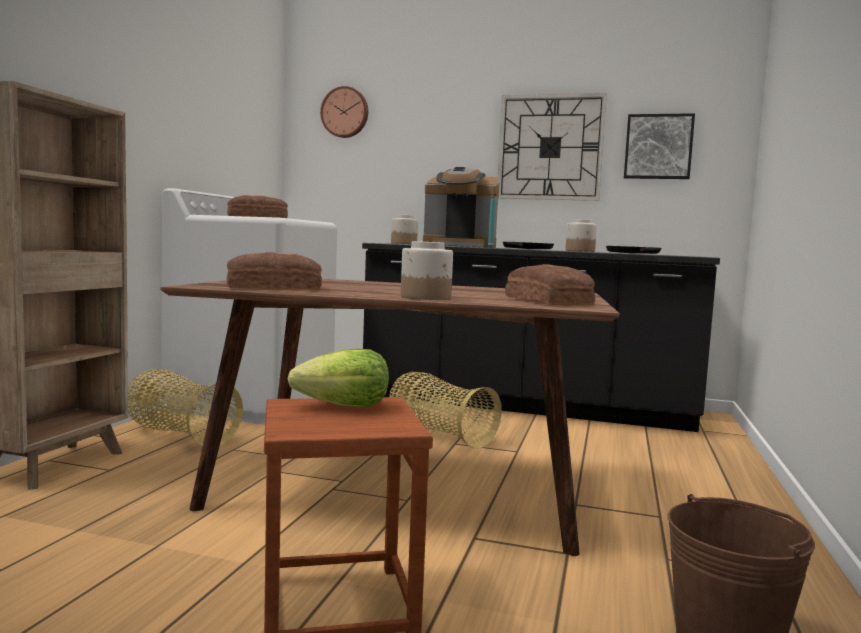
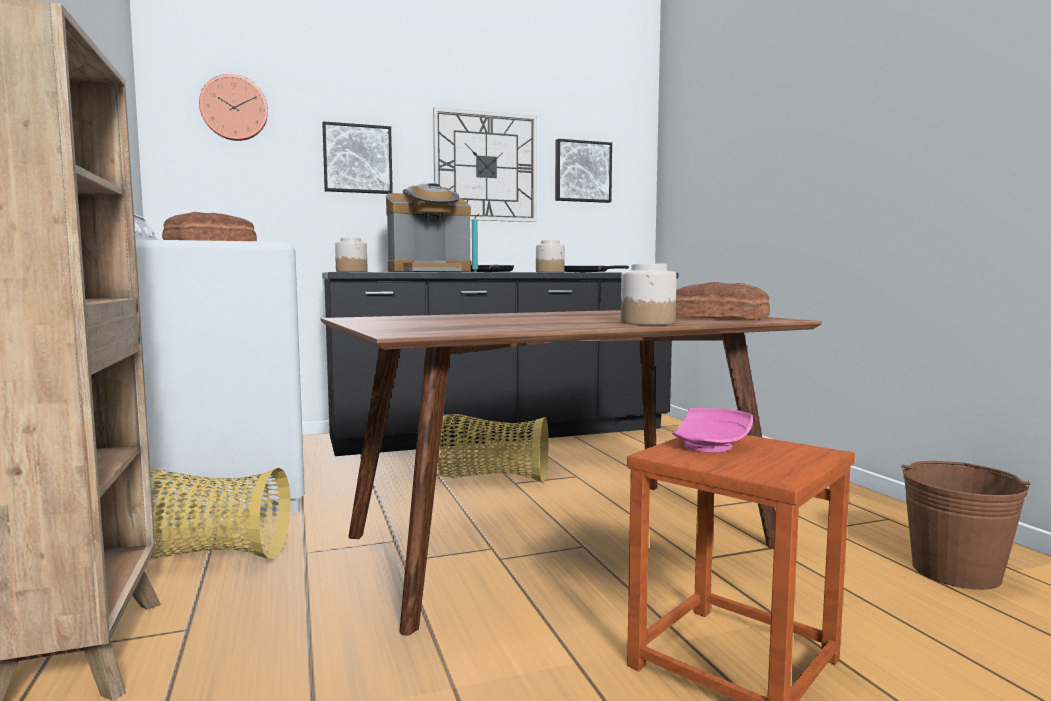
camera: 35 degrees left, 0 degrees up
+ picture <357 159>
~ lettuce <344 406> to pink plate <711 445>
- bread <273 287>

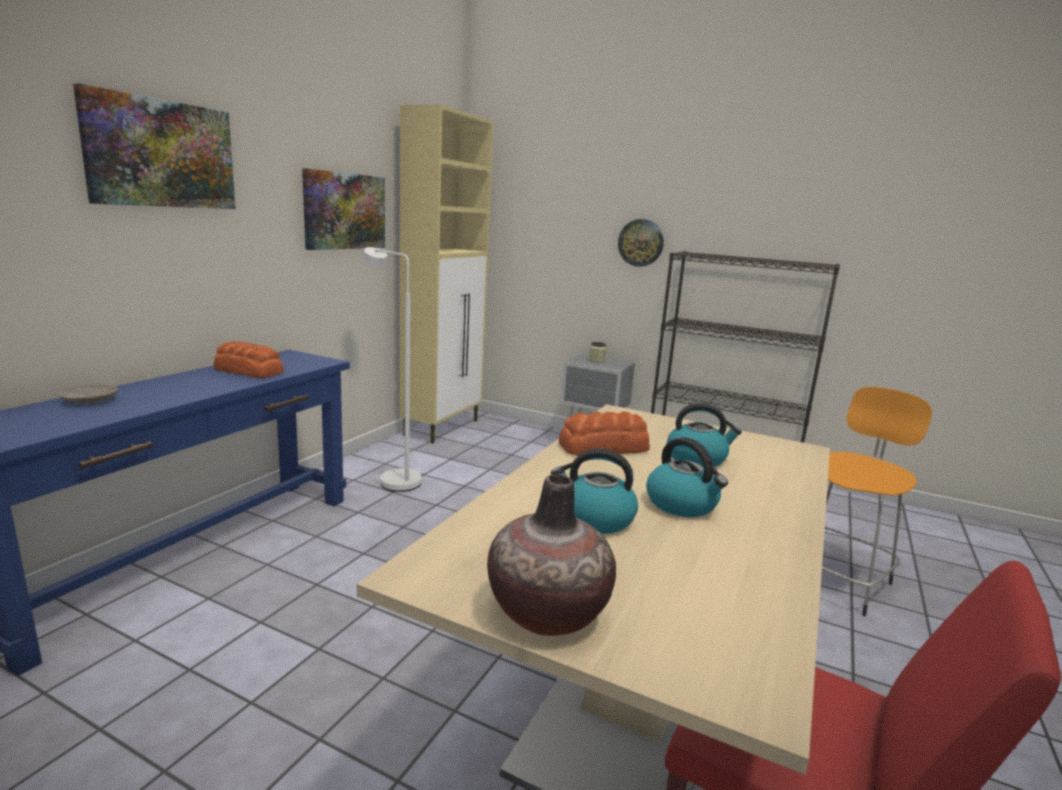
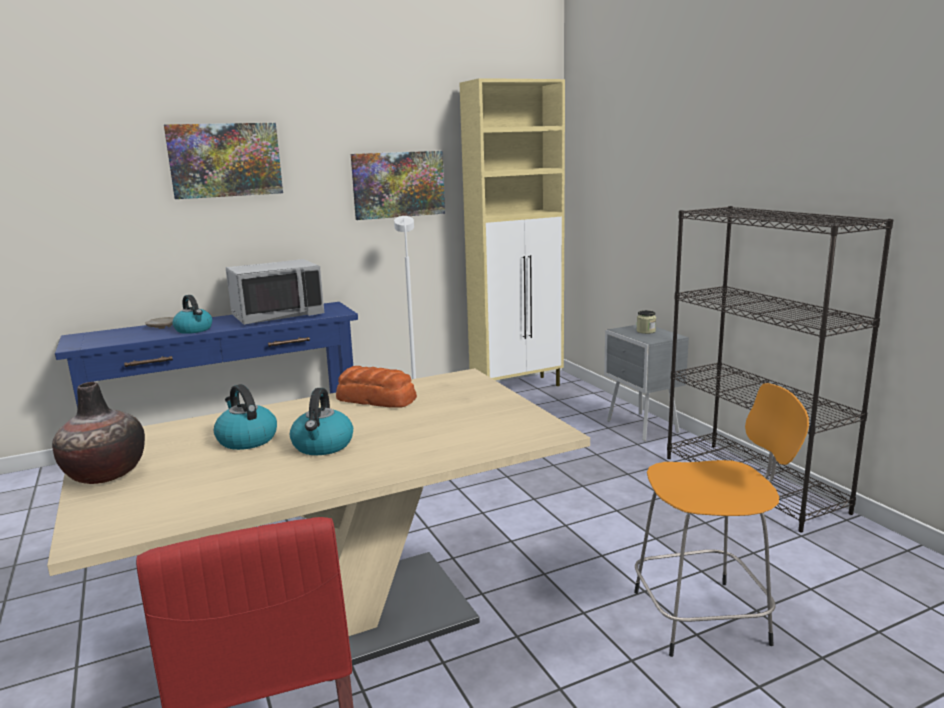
camera: 40 degrees right, 0 degrees up
~ kettle <697 459> to <194 330>
~ bread <248 371> to grey microwave <277 315>
- wall clock <640 243>

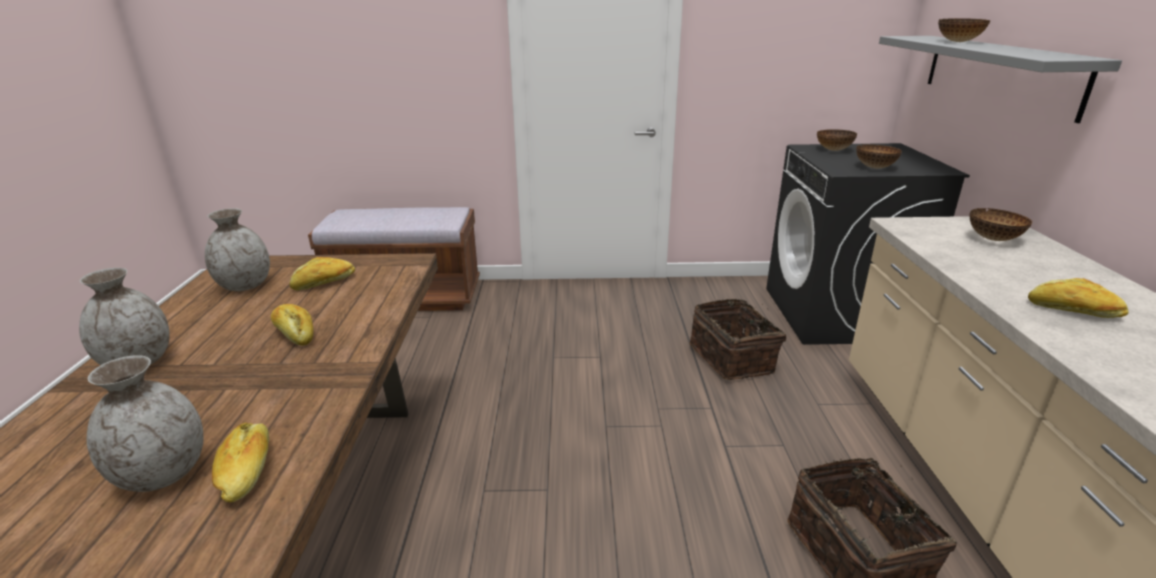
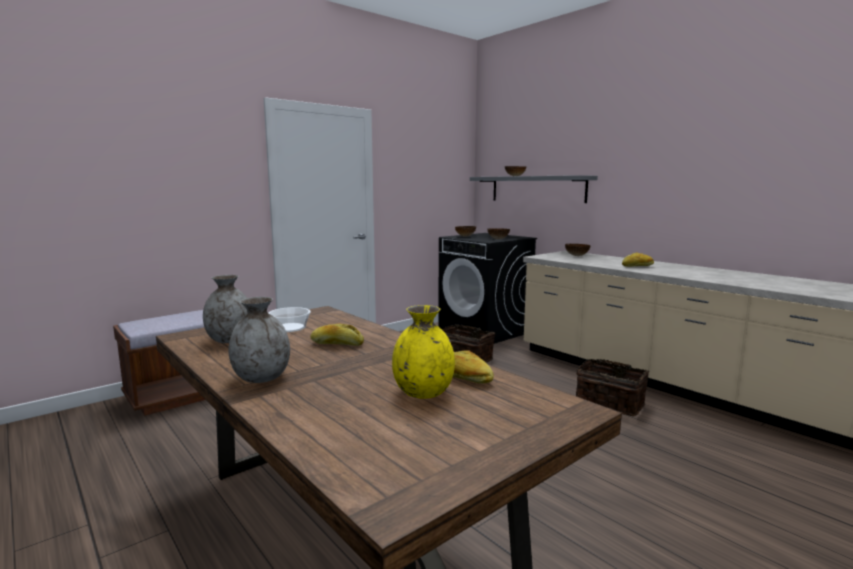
camera: 40 degrees left, 15 degrees down
~ bread <324 283> to bowl <289 327>
~ grey vase <162 474> to yellow vase <422 393>

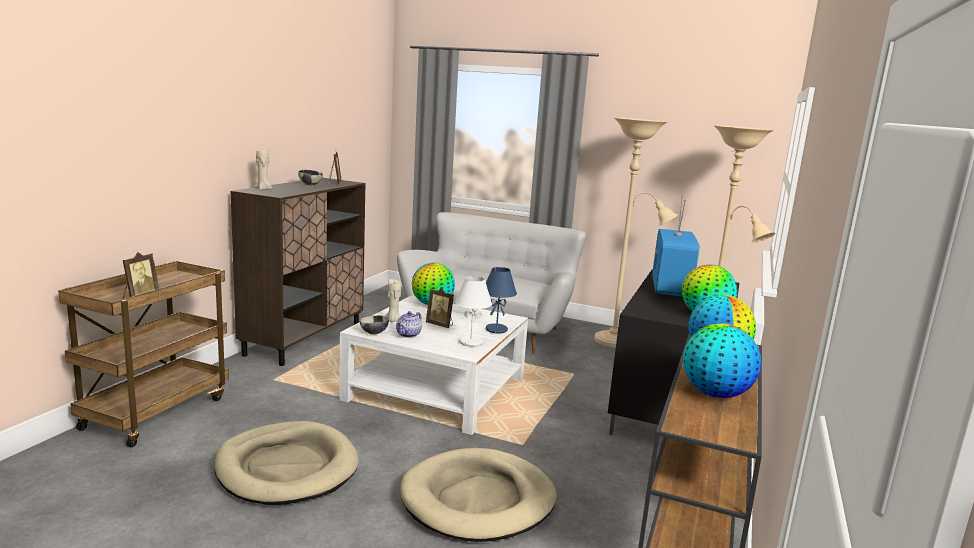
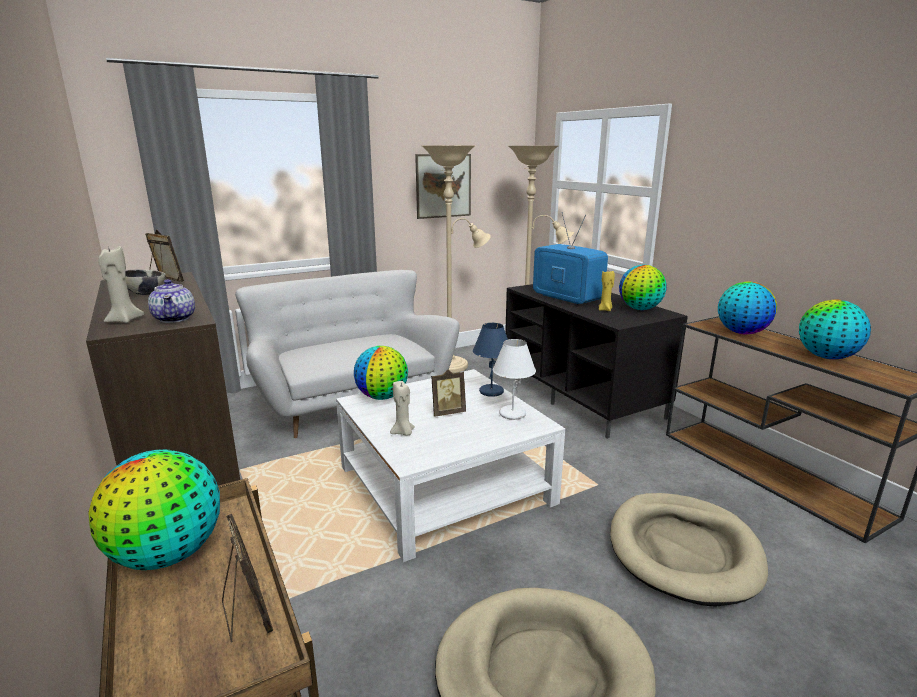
camera: 50 degrees left, 5 degrees up
+ globe <168 555>
~ teapot <409 334> to <175 318>
+ picture <443 186>
+ yellow candle <605 310>
- bowl <374 333>

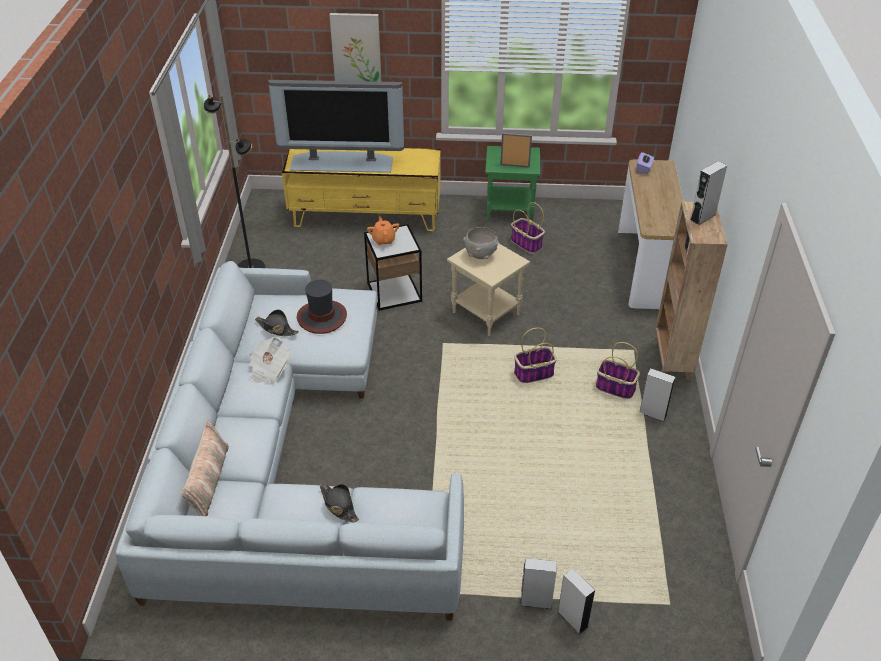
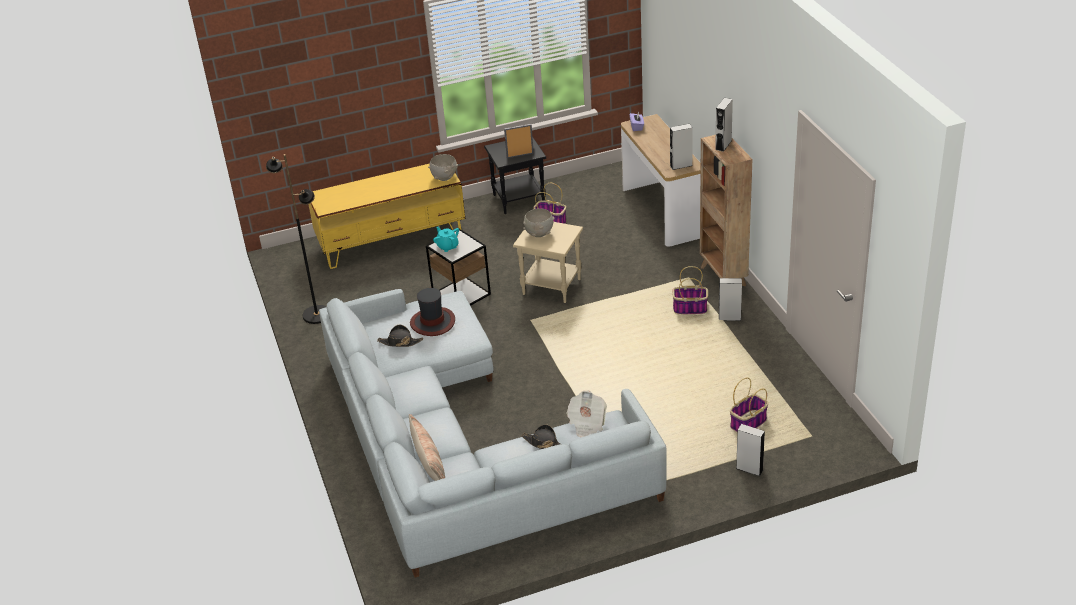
camera: 20 degrees left, 5 degrees down
+ grey bowl <444 178>
~ orange teapot <383 240> to turquoise teapot <447 246>
~ green side table <509 211> to black side table <518 200>
~ newspaper <268 370> to <586 423>
~ grey speaker <536 602> to <681 165>
~ basket <533 374> to <748 423>
- television <342 162>
- picture <356 47>

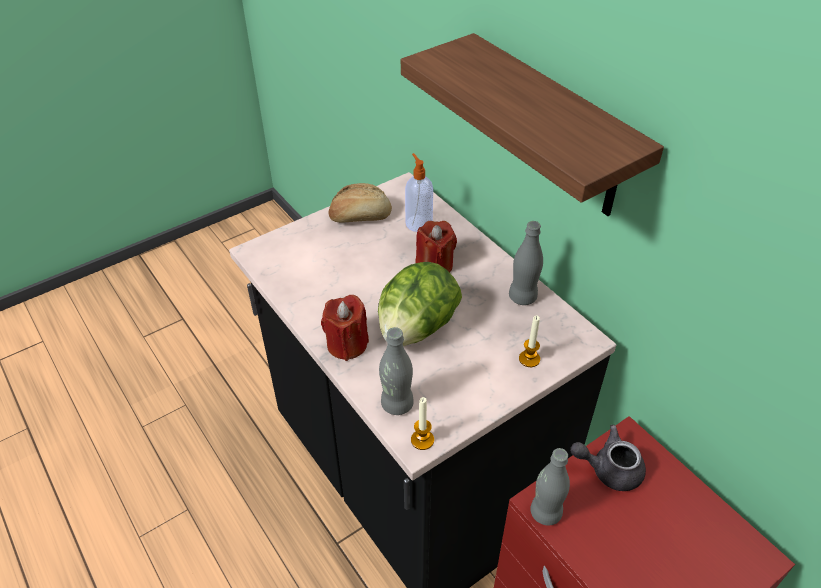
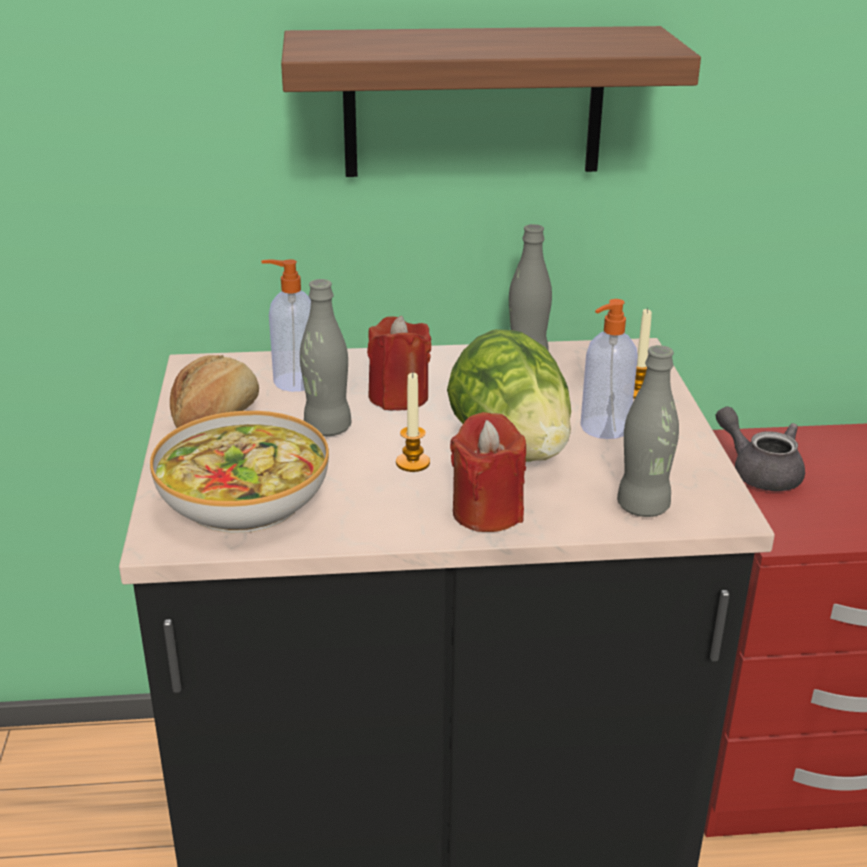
camera: 60 degrees left, 15 degrees down
+ bowl <242 500>
~ grey bottle <545 512> to <327 428>
~ candle <422 440> to <413 463>
+ soap dispenser <603 428>
~ grey teapot <608 469> = <759 471> 105 degrees clockwise

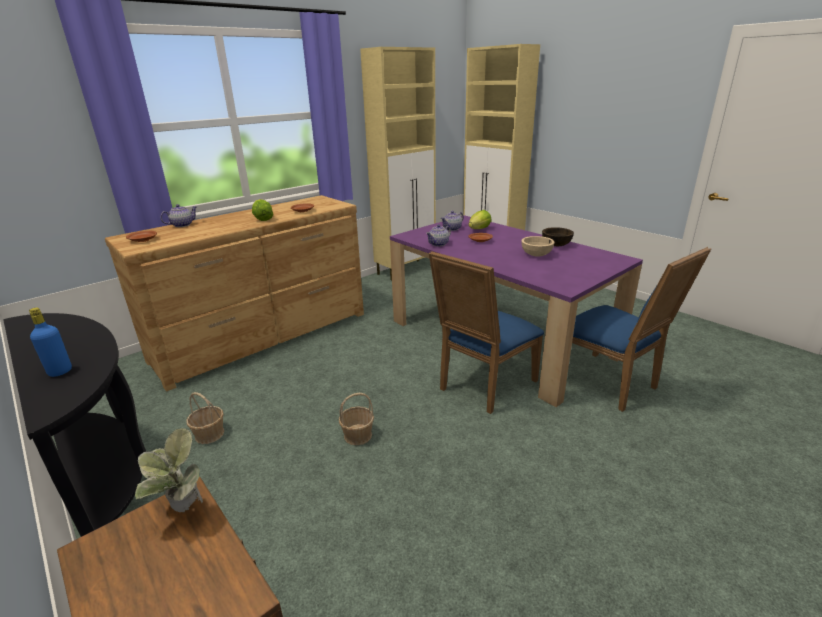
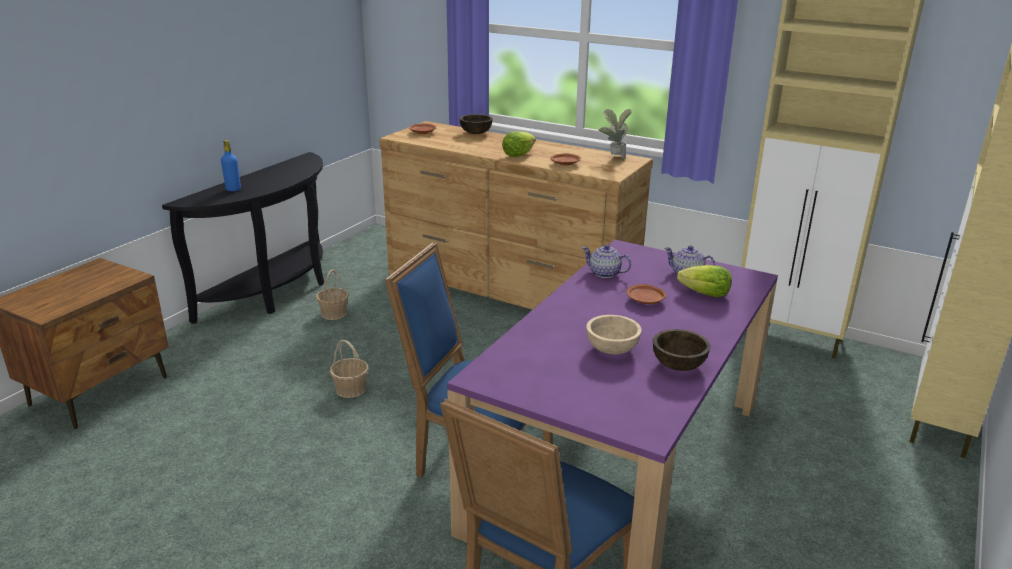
camera: 70 degrees right, 0 degrees up
~ teapot <182 225> to brown bowl <475 133>
~ potted plant <182 512> to <613 157>

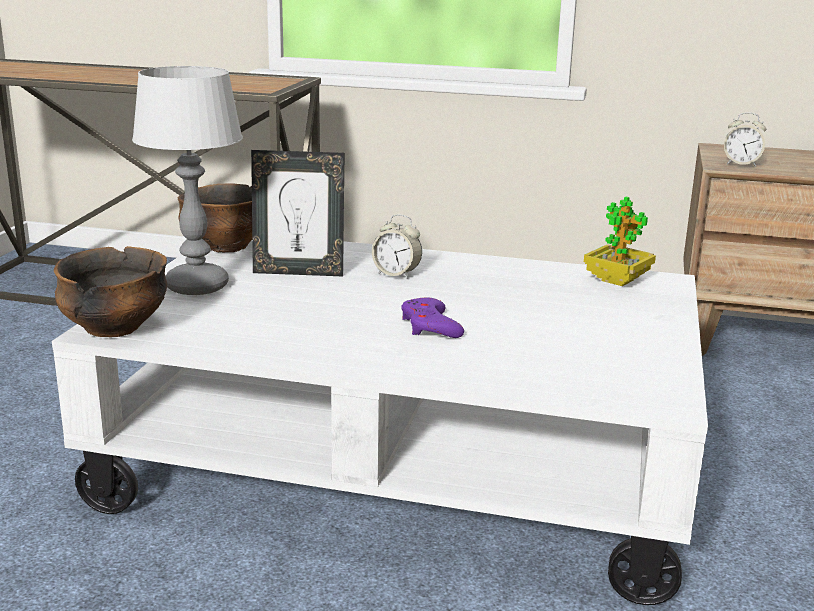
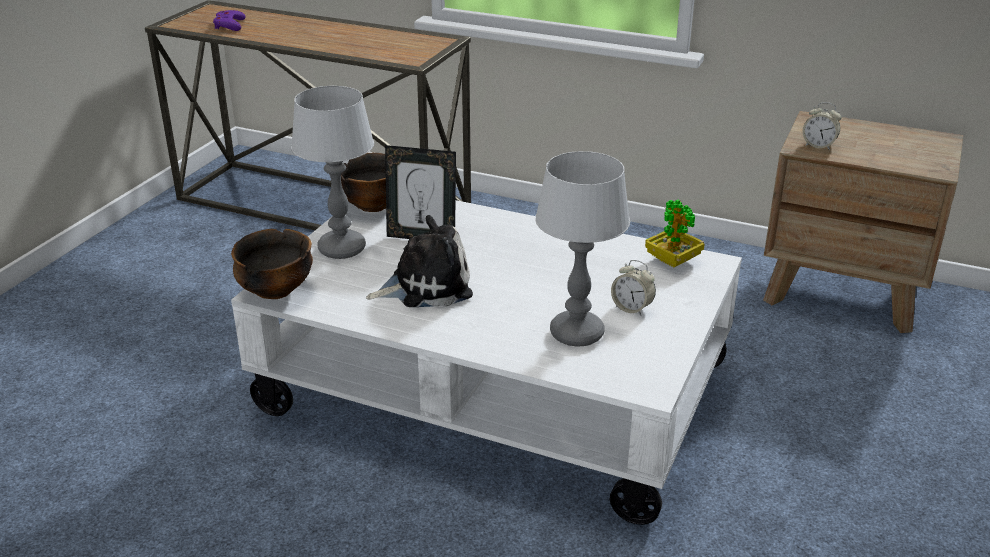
camera: 10 degrees right, 10 degrees up
~ purple game controller <430 326> to <229 25>
+ plush toy <426 286>
+ table lamp <576 334>
~ alarm clock <396 274> to <632 308>

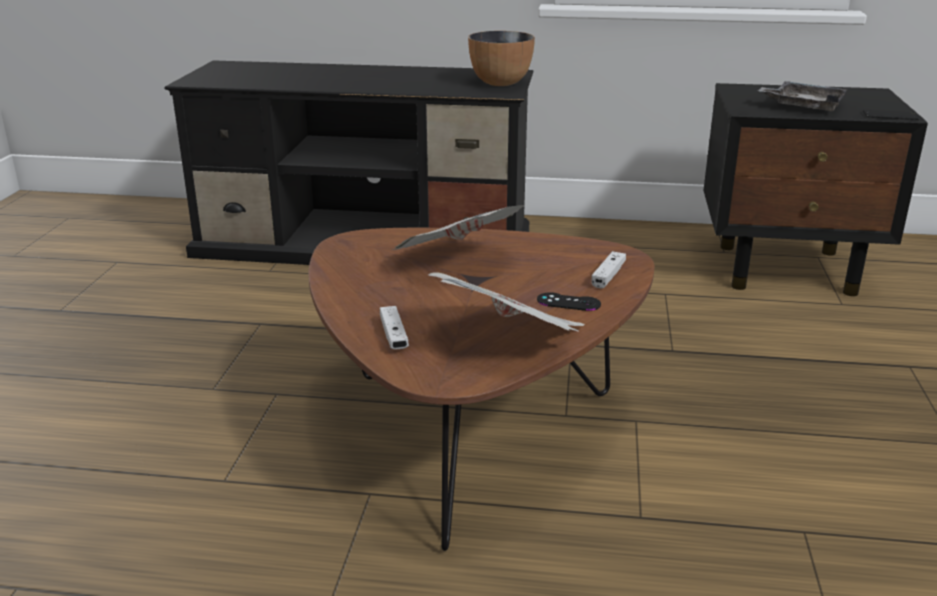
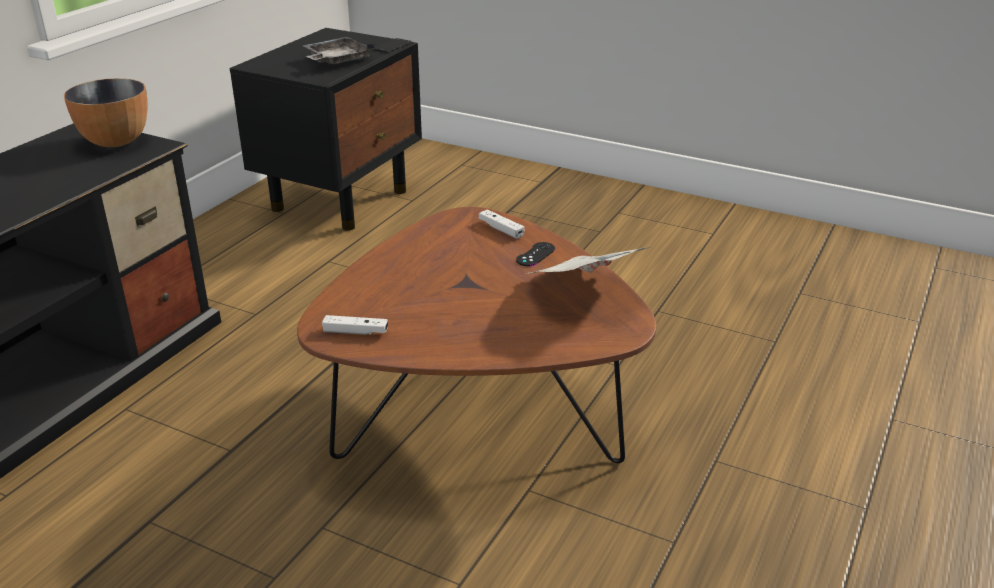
camera: 70 degrees left, 5 degrees up
~ white game controller <393 336> to <355 332>
- newspaper <456 261>

